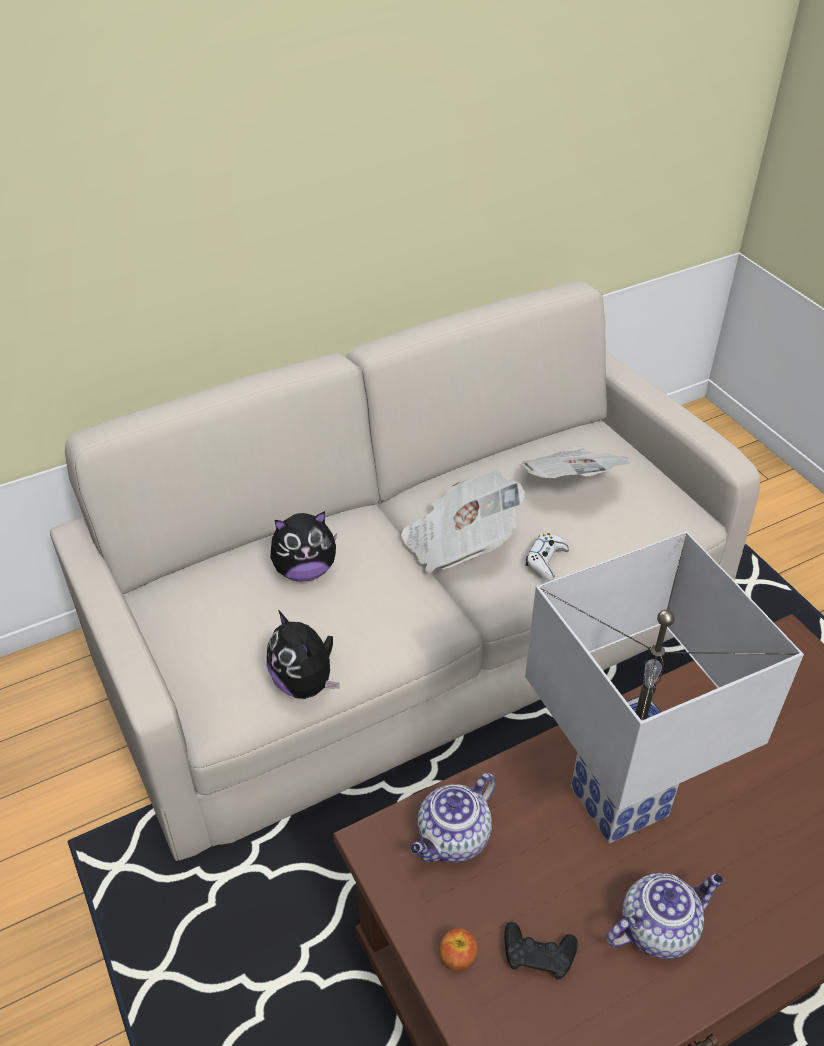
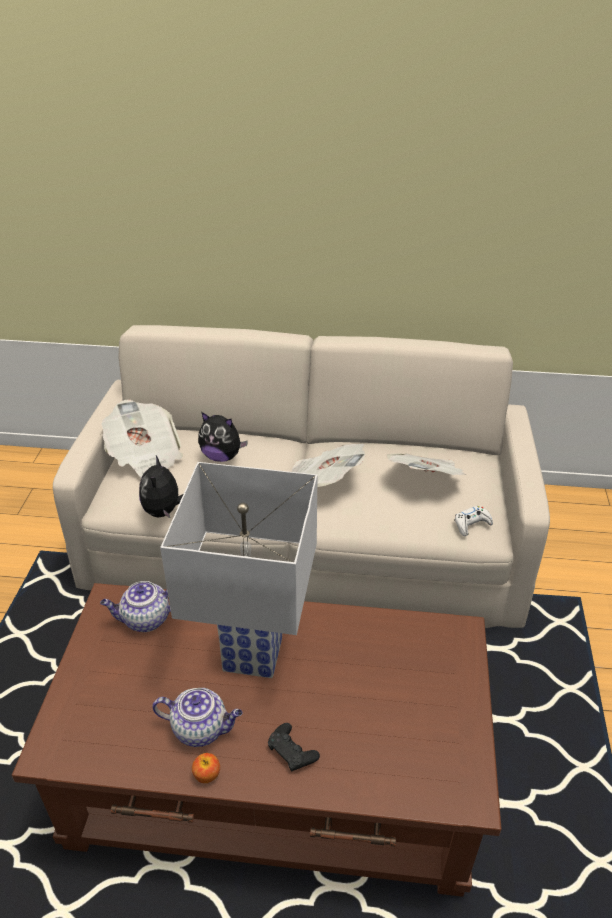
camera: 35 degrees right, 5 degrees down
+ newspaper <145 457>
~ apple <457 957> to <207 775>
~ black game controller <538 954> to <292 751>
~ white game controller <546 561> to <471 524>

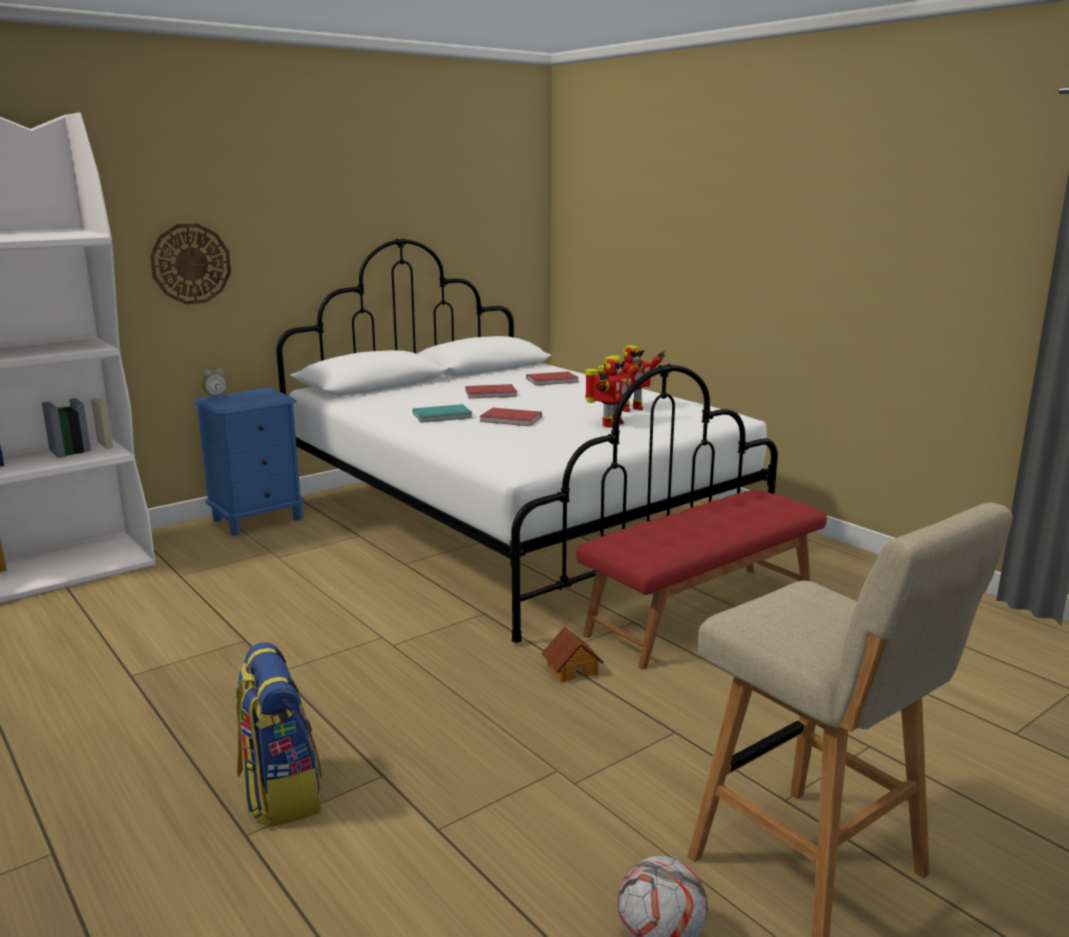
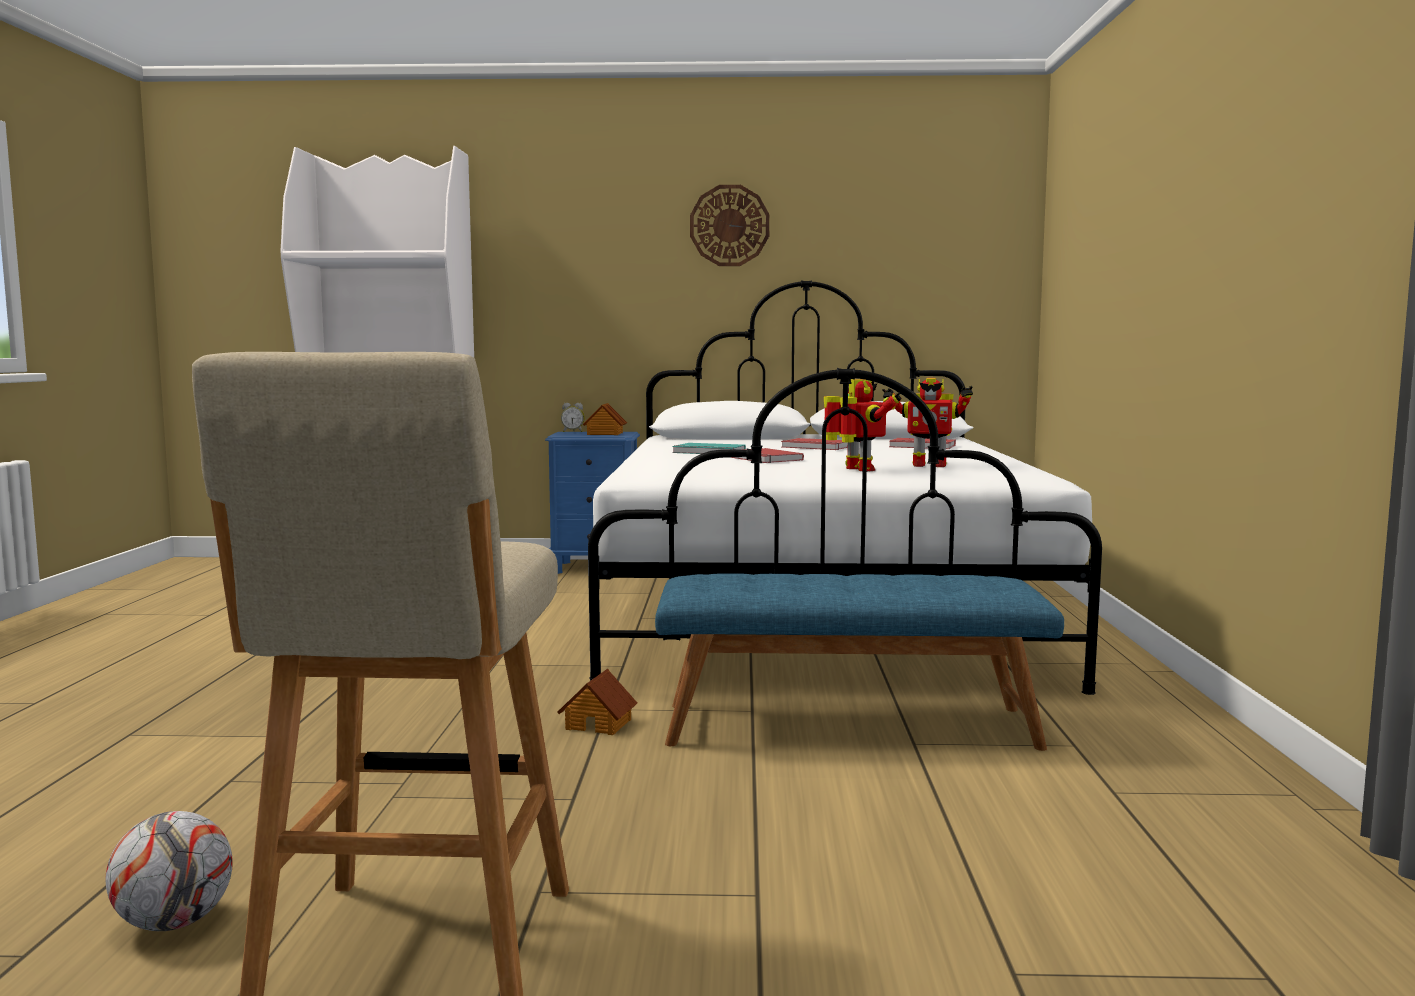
camera: 40 degrees right, 10 degrees down
+ toy house <604 434>
~ red bench <701 613> to blue bench <849 725>
~ wall clock <191 264> to <729 225>
~ toy robot <610 424> = <858 470> 105 degrees counterclockwise
- backpack <280 793>

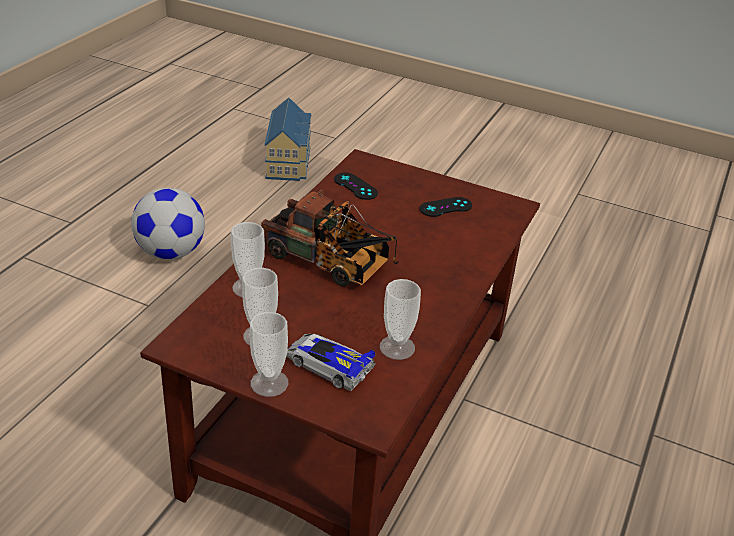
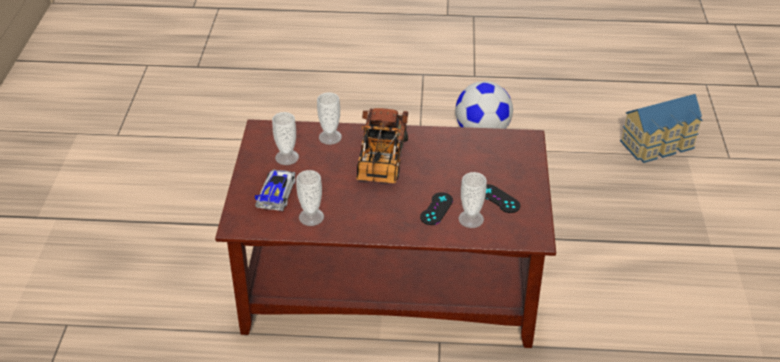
camera: 70 degrees right, 5 degrees up
~ black game controller <355 186> to <436 209>
~ cup <269 383> to <471 219>

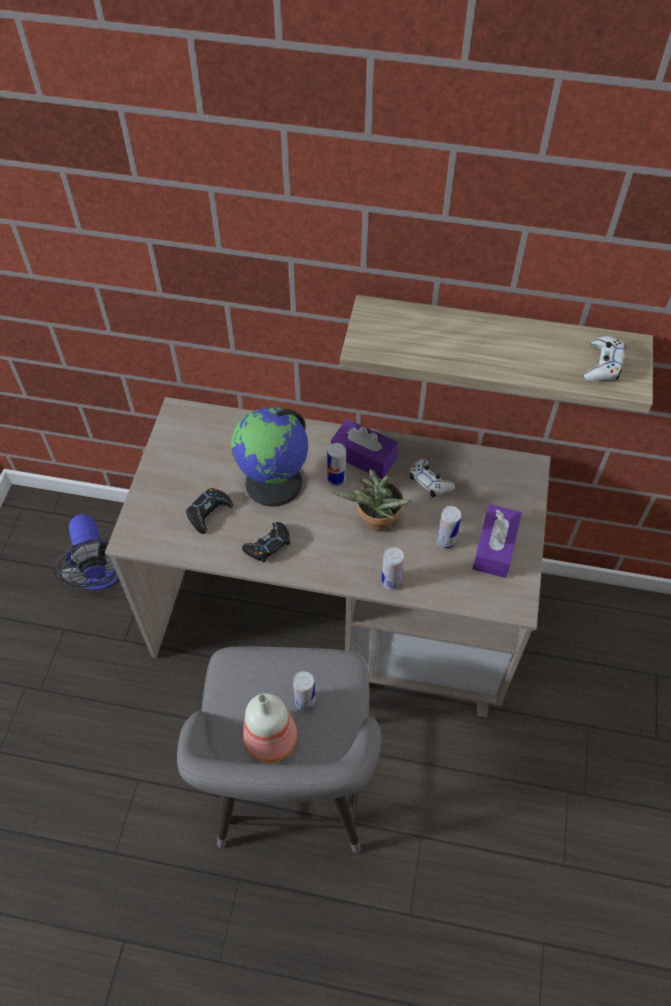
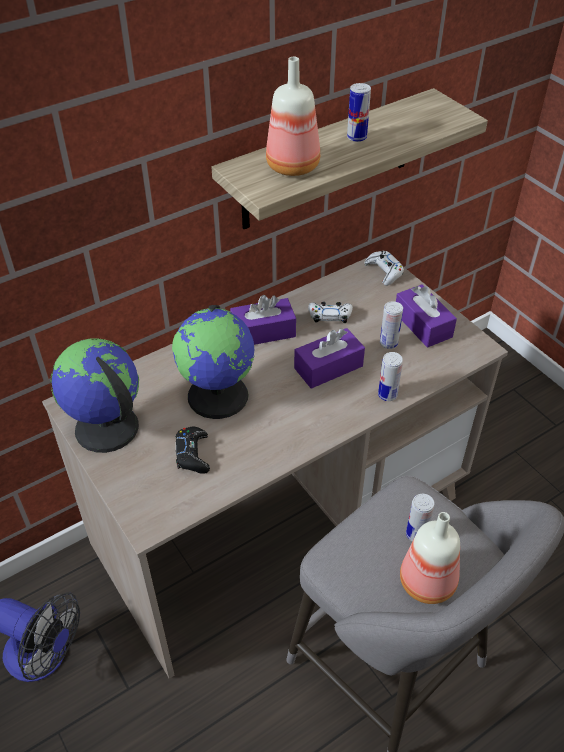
camera: 45 degrees left, 10 degrees down
+ globe <106 428>
+ bottle <292 165>
~ potted plant <375 523> to purple tissue box <328 367>
~ can <336 479> to <356 137>
~ white game controller <603 365> to <384 271>
- black game controller <268 545>

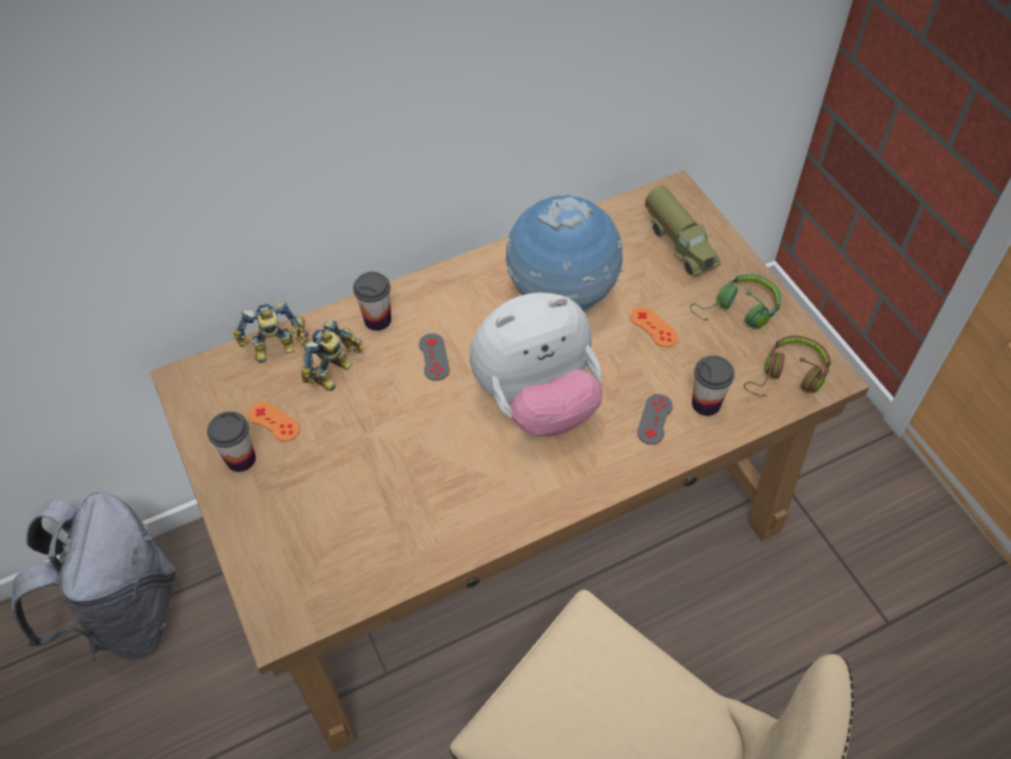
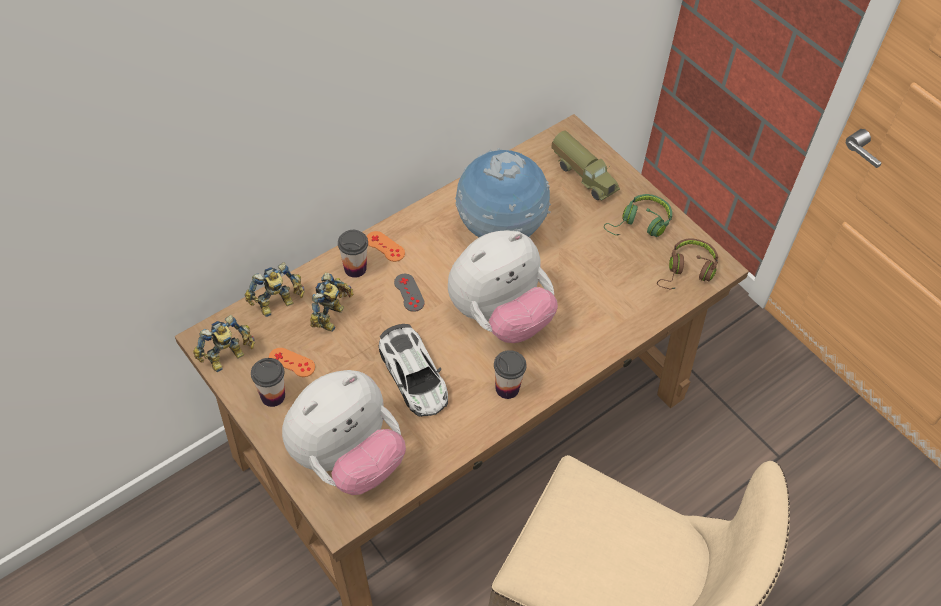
camera: 15 degrees left, 0 degrees up
+ toy robot <228 358>
+ plush toy <347 458>
~ orange game controller <653 327> to <385 246>
+ toy car <414 376>
~ cup <706 404> to <507 388>
- grey backpack <127 614>
- grey game controller <654 419>

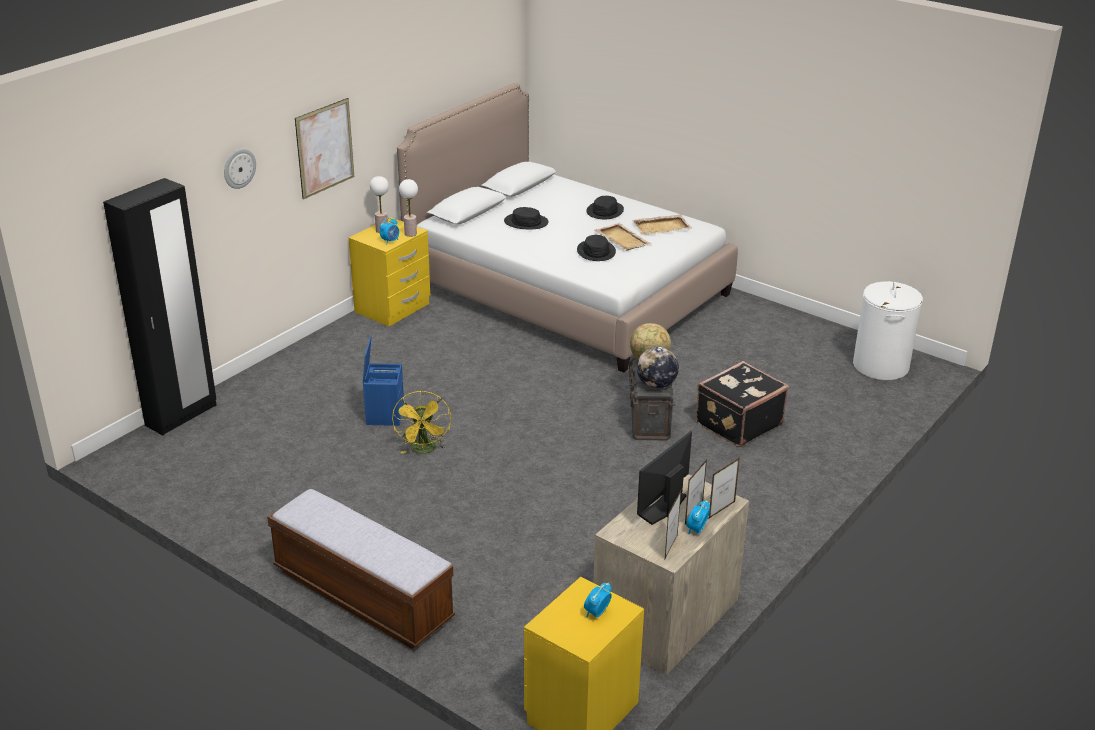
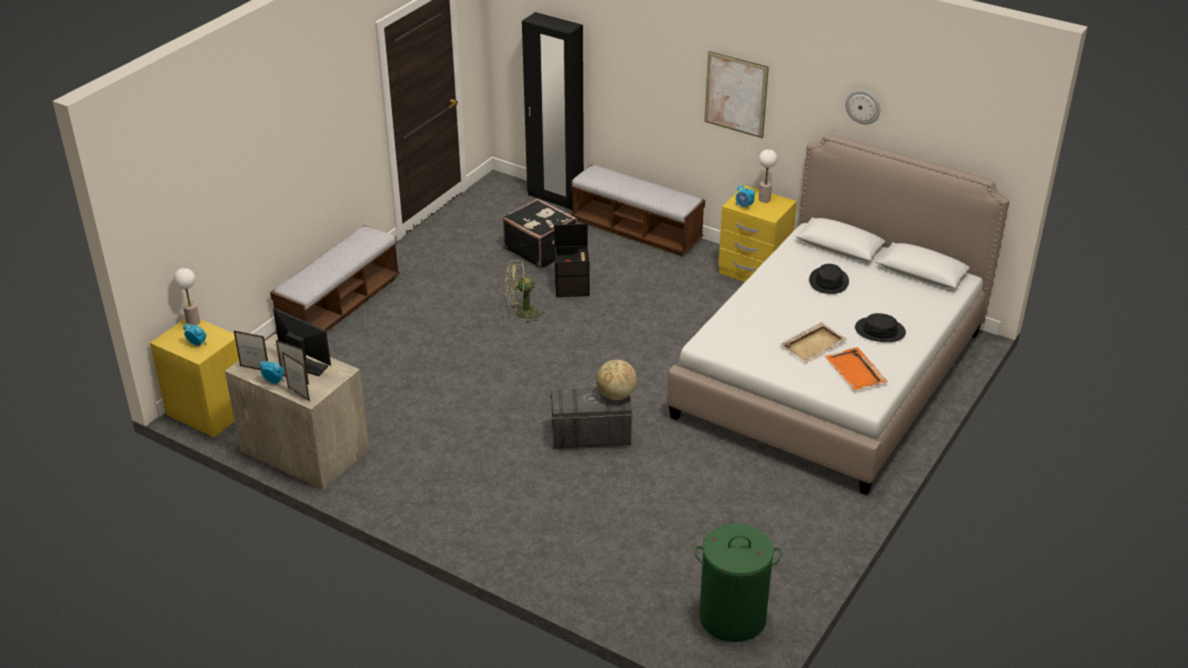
camera: 85 degrees right, 5 degrees up
~ table lamp <410 234> to <193 322>
~ black suitcase <737 423> to <540 249>
~ yellow fan <424 450> to green fan <521 313>
~ blue storage box <384 414> to black storage box <572 288>
+ bench <636 231>
~ white laundry basket <881 366> to green laundry basket <732 617>
~ beige tray <662 227> to orange tray <855 371>
~ wall clock <239 168> to <863 106>
- black hat <596 251>
- globe <656 385>

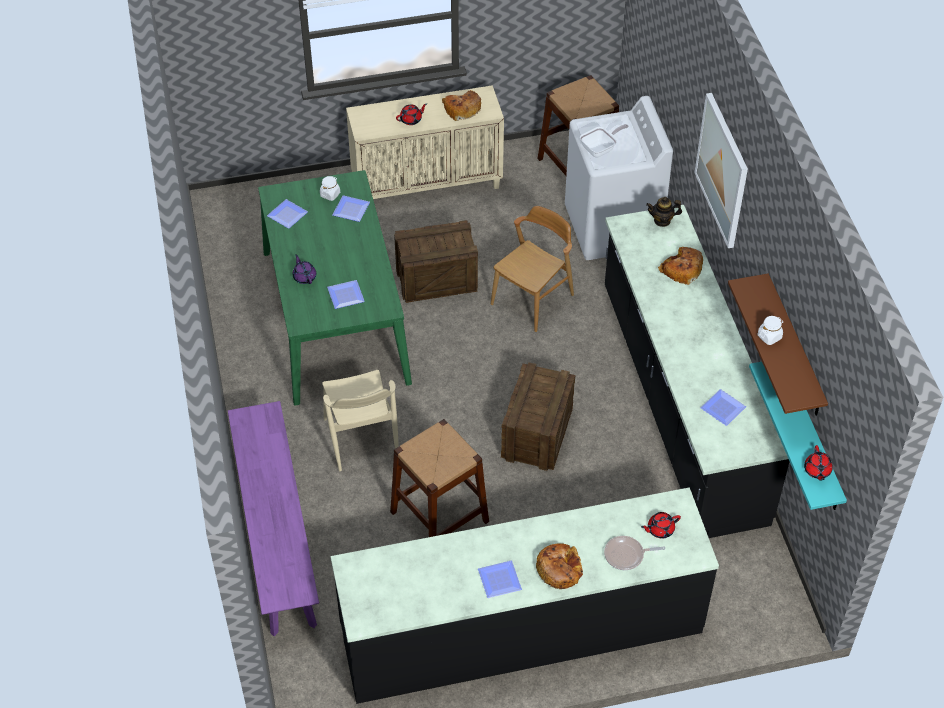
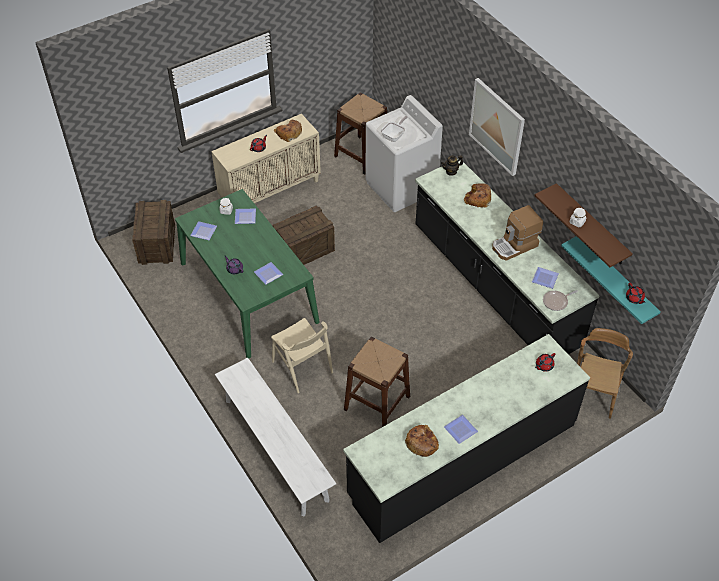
camera: 20 degrees left, 0 degrees up
~ crate <537 434> to <157 244>
~ purple bench <276 536> to white bench <275 449>
~ bread <559 569> to <422 443>
+ coffee machine <515 246>
~ frying pan <626 555> to <556 302>
~ brown chair <533 299> to <593 393>

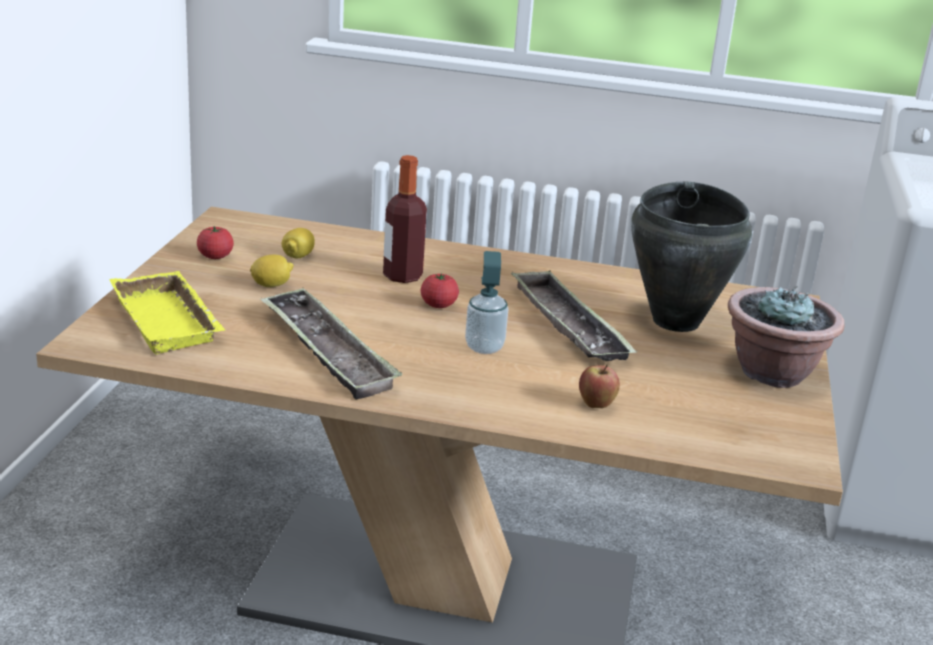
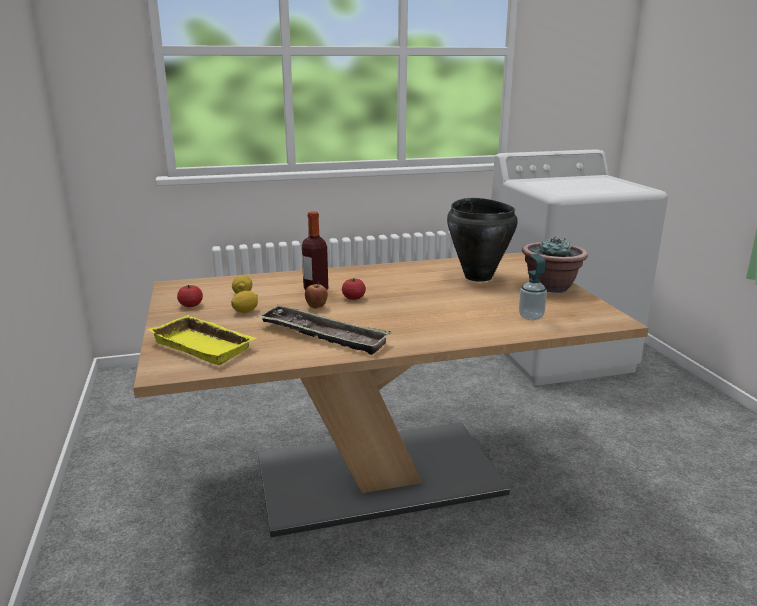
camera: 25 degrees left, 5 degrees down
~ apple <596 406> to <316 307>
~ soap dispenser <484 347> to <531 317>
- tray <568 325>

